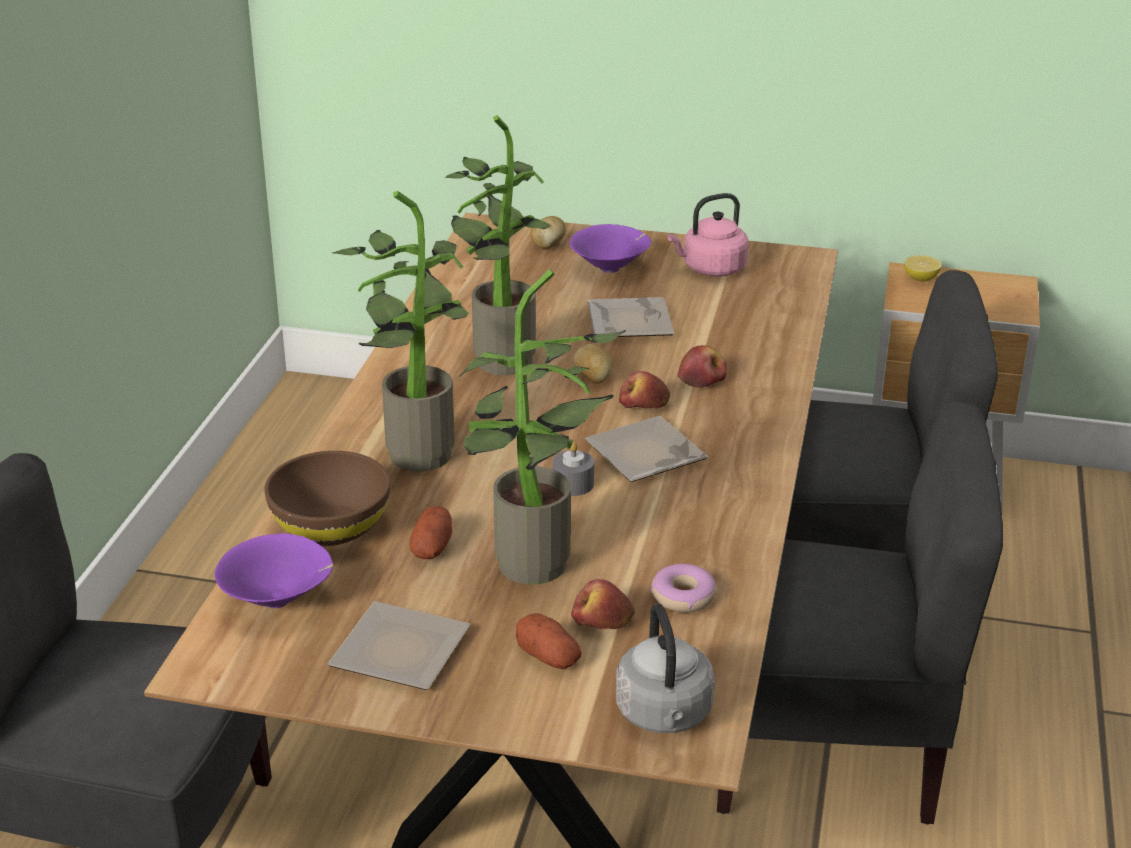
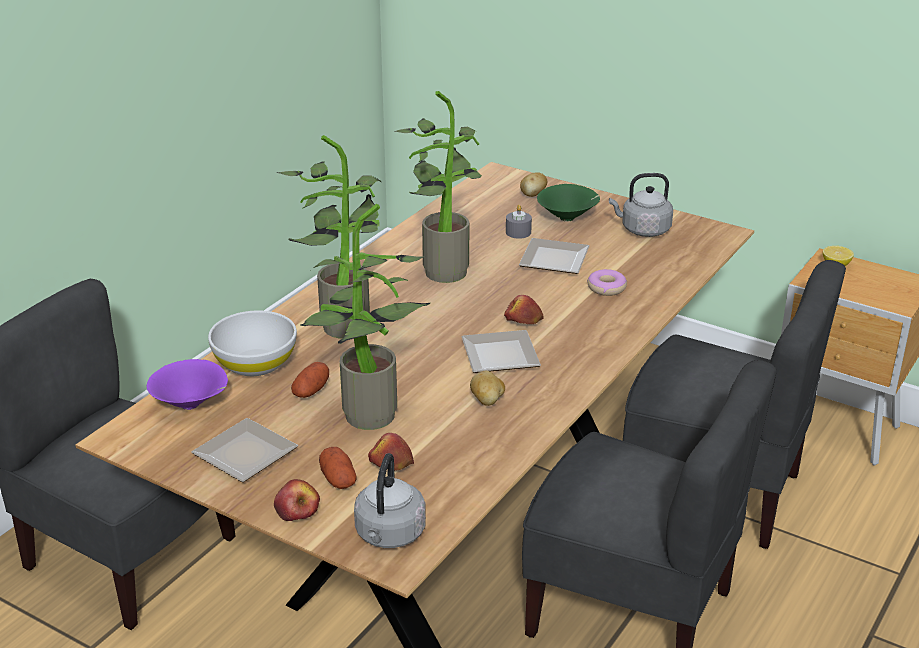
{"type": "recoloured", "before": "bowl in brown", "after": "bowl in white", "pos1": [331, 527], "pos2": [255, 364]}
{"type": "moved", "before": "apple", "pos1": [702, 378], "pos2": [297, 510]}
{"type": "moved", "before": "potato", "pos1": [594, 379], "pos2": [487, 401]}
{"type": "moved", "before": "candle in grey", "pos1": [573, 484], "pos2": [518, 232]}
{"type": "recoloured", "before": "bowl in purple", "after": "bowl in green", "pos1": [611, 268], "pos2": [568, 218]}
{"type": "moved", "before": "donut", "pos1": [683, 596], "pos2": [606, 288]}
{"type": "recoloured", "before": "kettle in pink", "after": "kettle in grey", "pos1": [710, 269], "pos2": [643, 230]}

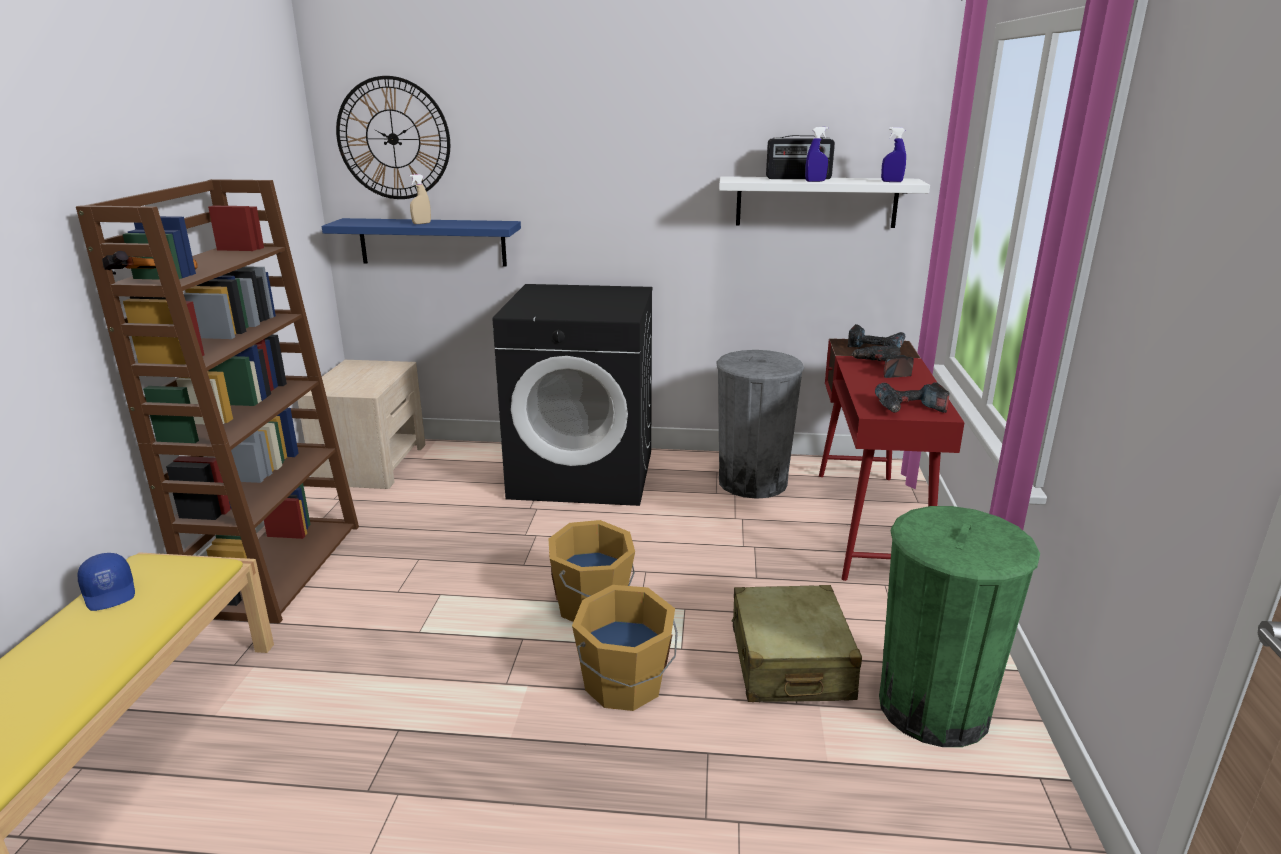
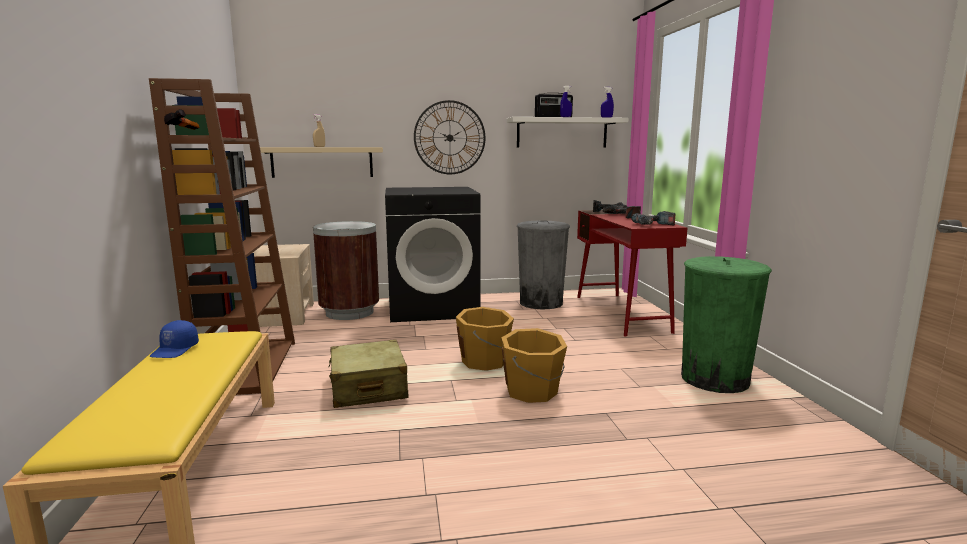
{"type": "turned", "before": "cap in blue", "pos1": [110, 592], "pos2": [175, 350], "turn": 60}
{"type": "recoloured", "before": "shelf in blue", "after": "shelf in beige", "pos1": [432, 242], "pos2": [322, 162]}
{"type": "added", "after": "trash can in brown", "pos2": [350, 312]}
{"type": "moved", "before": "suitcase in beige", "pos1": [790, 663], "pos2": [368, 388]}
{"type": "moved", "before": "wall clock", "pos1": [393, 139], "pos2": [449, 137]}

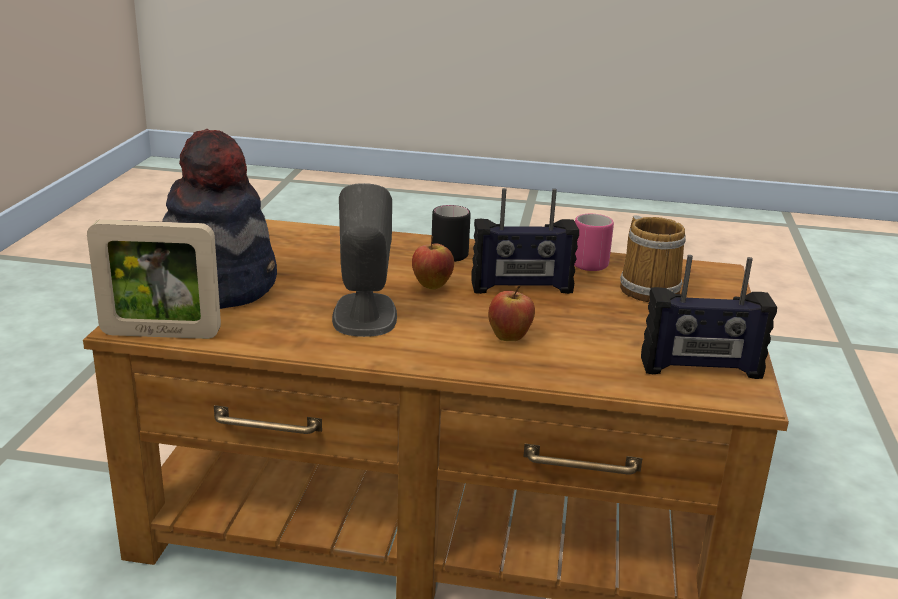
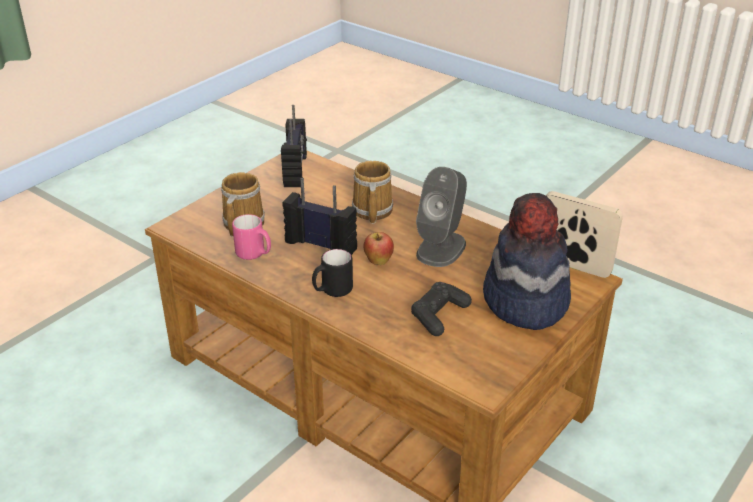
{"type": "turned", "before": "radio", "pos1": [701, 369], "pos2": [296, 171], "turn": 60}
{"type": "replaced", "before": "apple", "after": "mug", "pos1": [509, 338], "pos2": [371, 211]}
{"type": "added", "after": "game controller in black", "pos2": [439, 315]}

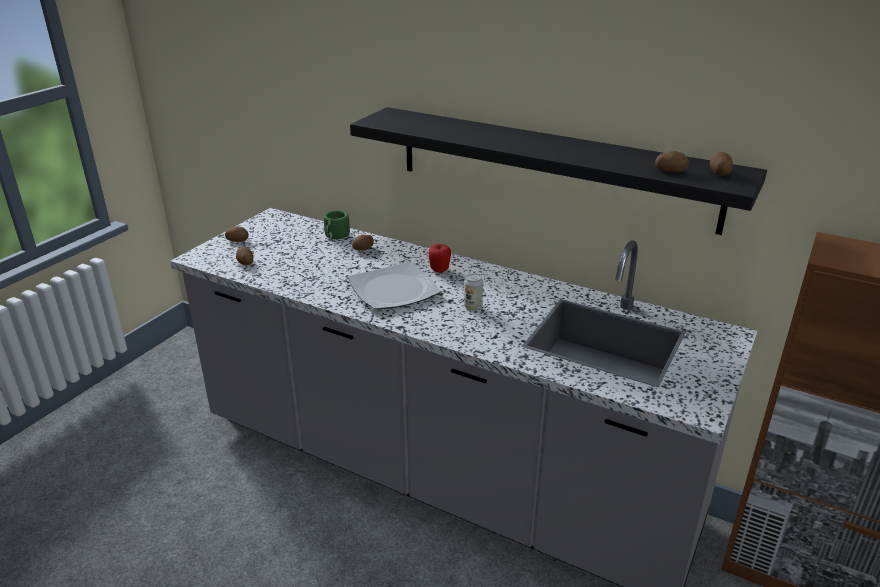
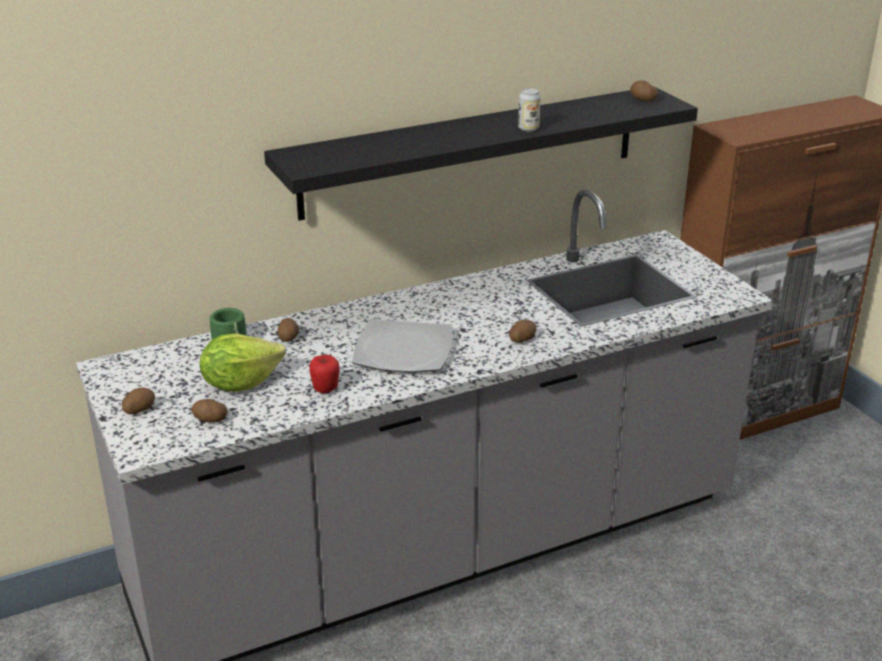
{"type": "added", "after": "lettuce", "pos2": [240, 383]}
{"type": "moved", "before": "apple", "pos1": [439, 270], "pos2": [325, 390]}
{"type": "moved", "before": "potato", "pos1": [670, 170], "pos2": [522, 339]}
{"type": "moved", "before": "can", "pos1": [473, 307], "pos2": [528, 128]}

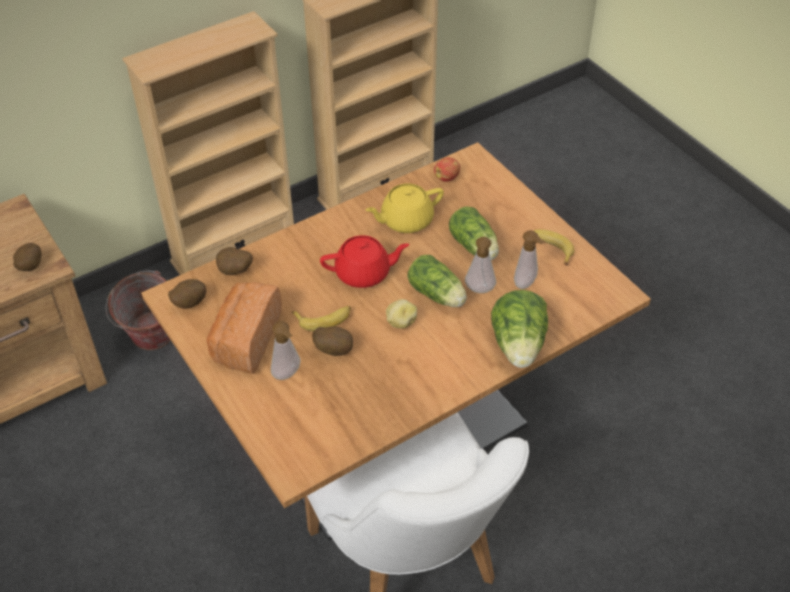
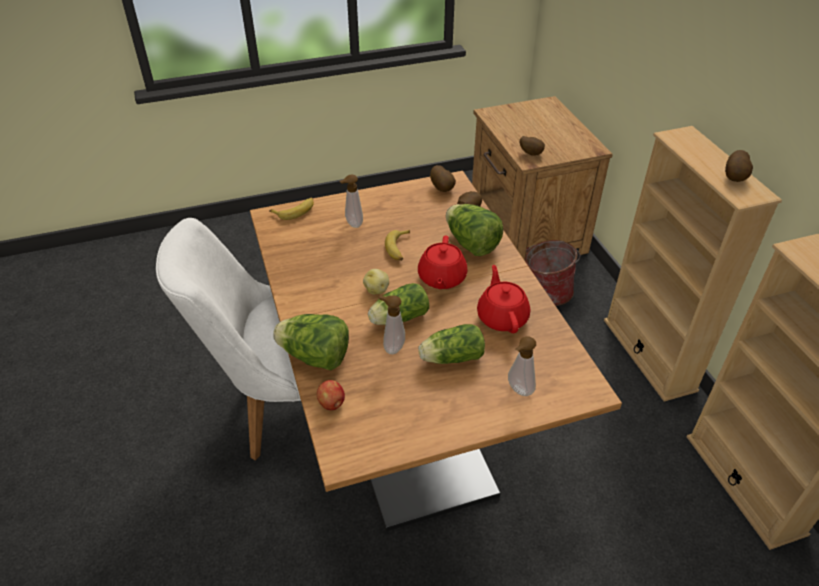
{"type": "moved", "before": "banana", "pos1": [549, 249], "pos2": [295, 211]}
{"type": "moved", "before": "apple", "pos1": [447, 177], "pos2": [332, 404]}
{"type": "added", "after": "lettuce", "pos2": [471, 244]}
{"type": "recoloured", "before": "teapot in yellow", "after": "teapot in red", "pos1": [405, 220], "pos2": [502, 317]}
{"type": "moved", "before": "soap dispenser", "pos1": [526, 284], "pos2": [518, 390]}
{"type": "moved", "before": "potato", "pos1": [334, 349], "pos2": [735, 178]}
{"type": "removed", "before": "bread", "pos1": [245, 340]}

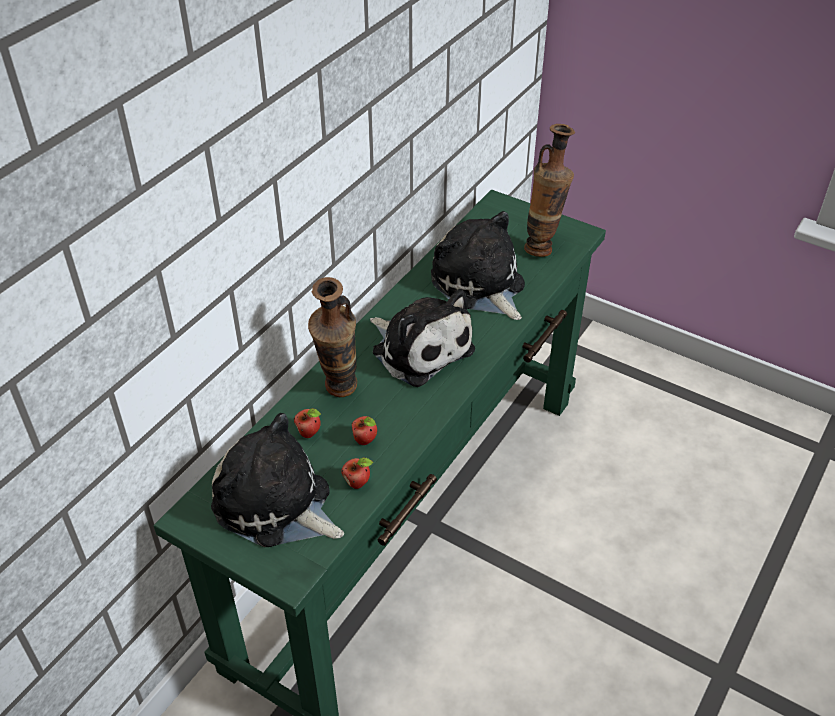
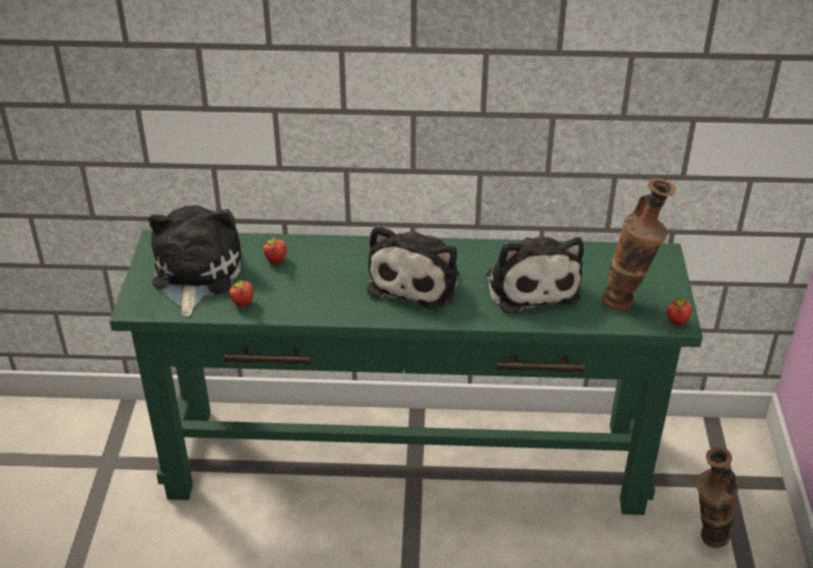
{"type": "turned", "before": "plush toy", "pos1": [479, 285], "pos2": [530, 284], "turn": 135}
{"type": "moved", "before": "apple", "pos1": [366, 441], "pos2": [677, 322]}
{"type": "moved", "before": "vase", "pos1": [339, 394], "pos2": [706, 540]}

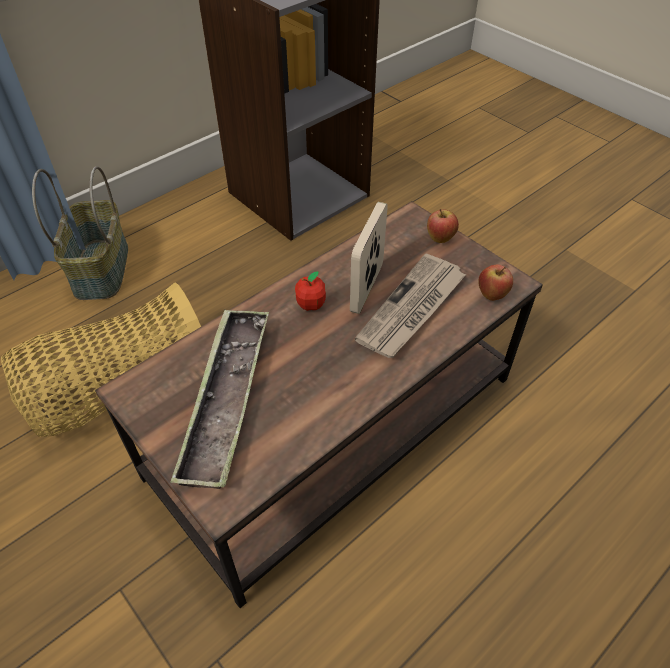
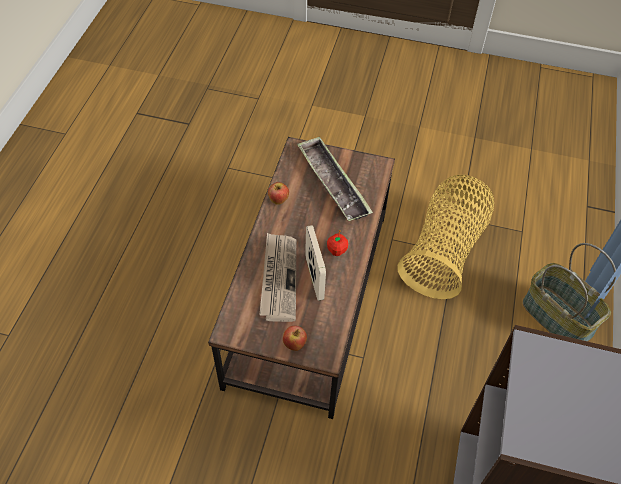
{"type": "moved", "before": "apple", "pos1": [492, 295], "pos2": [278, 201]}

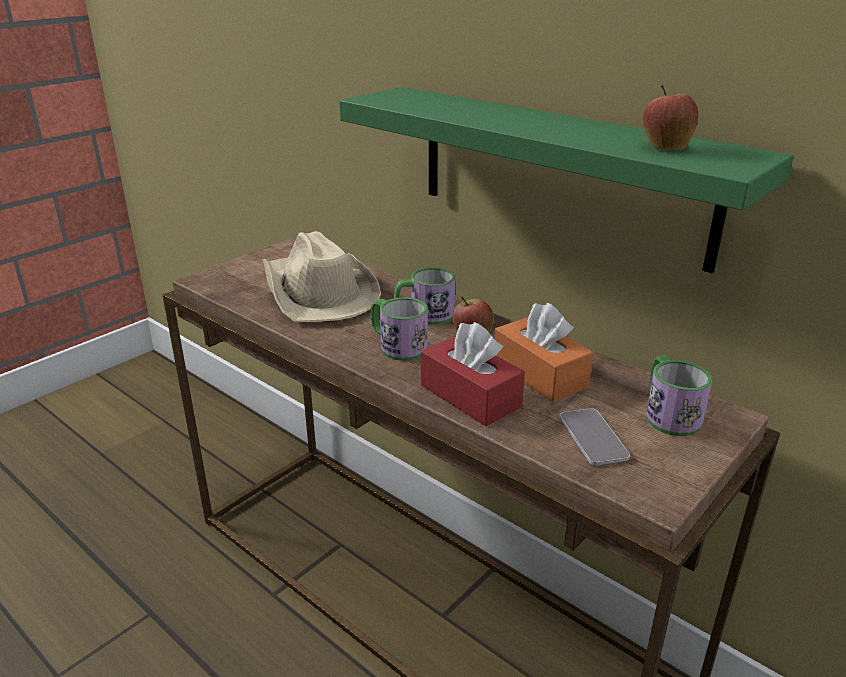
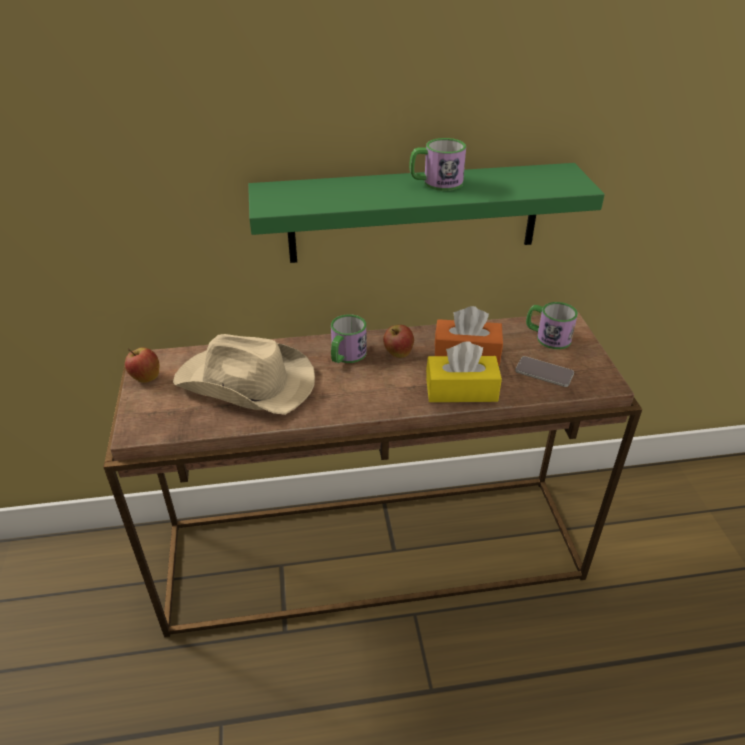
{"type": "moved", "before": "apple", "pos1": [665, 147], "pos2": [145, 377]}
{"type": "moved", "before": "mug", "pos1": [397, 345], "pos2": [436, 183]}
{"type": "recoloured", "before": "tissue box in red", "after": "tissue box in yellow", "pos1": [470, 396], "pos2": [461, 390]}

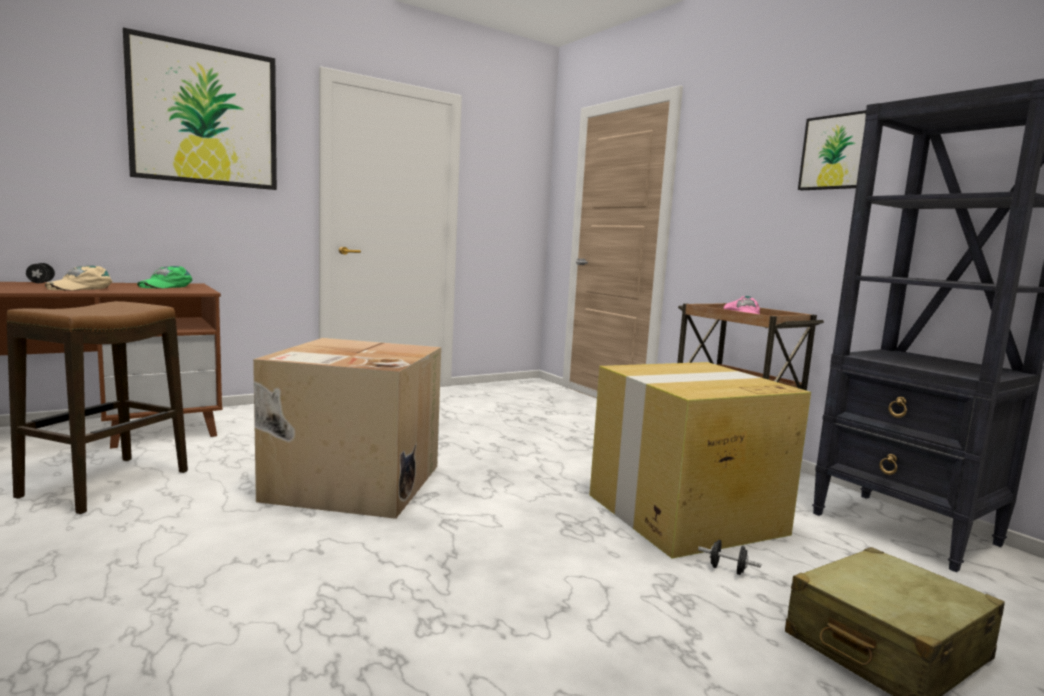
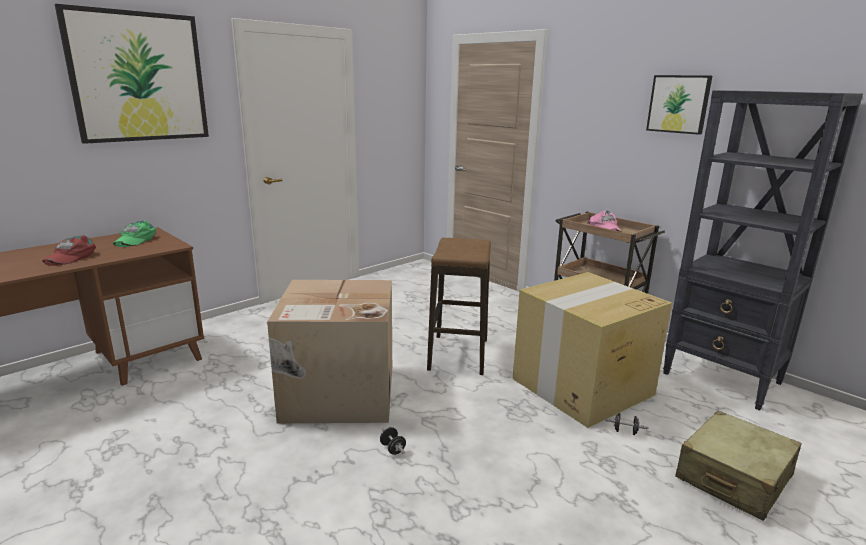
{"type": "recoloured", "before": "cap in beige", "after": "cap in red", "pos1": [80, 288], "pos2": [70, 257]}
{"type": "moved", "before": "dumbbell in black", "pos1": [41, 282], "pos2": [392, 449]}
{"type": "moved", "before": "stool", "pos1": [106, 484], "pos2": [458, 355]}

